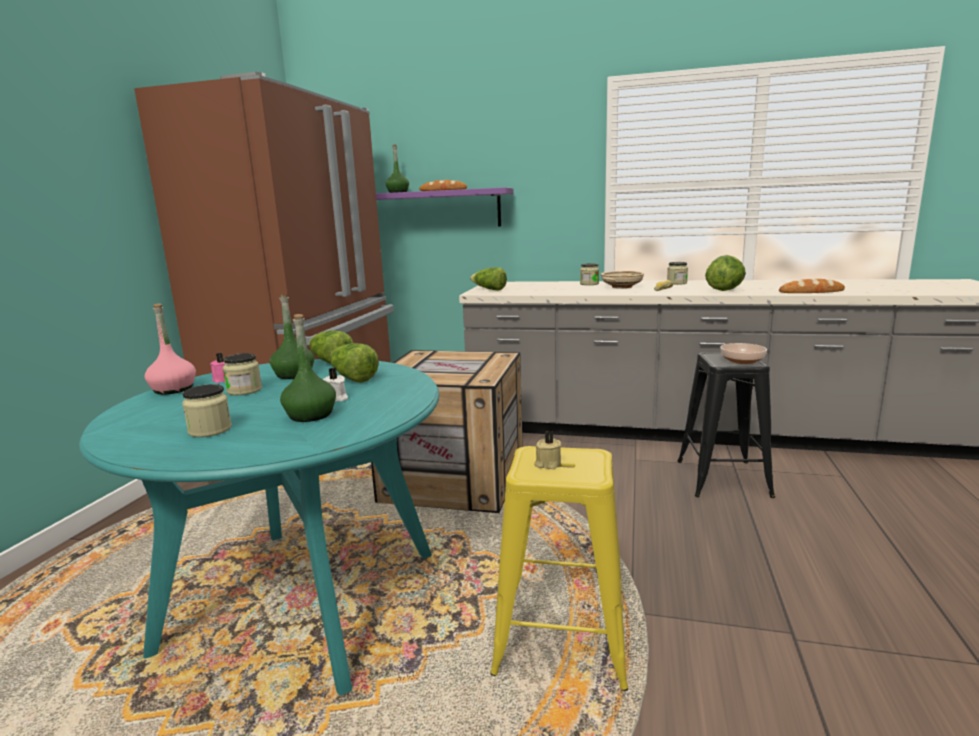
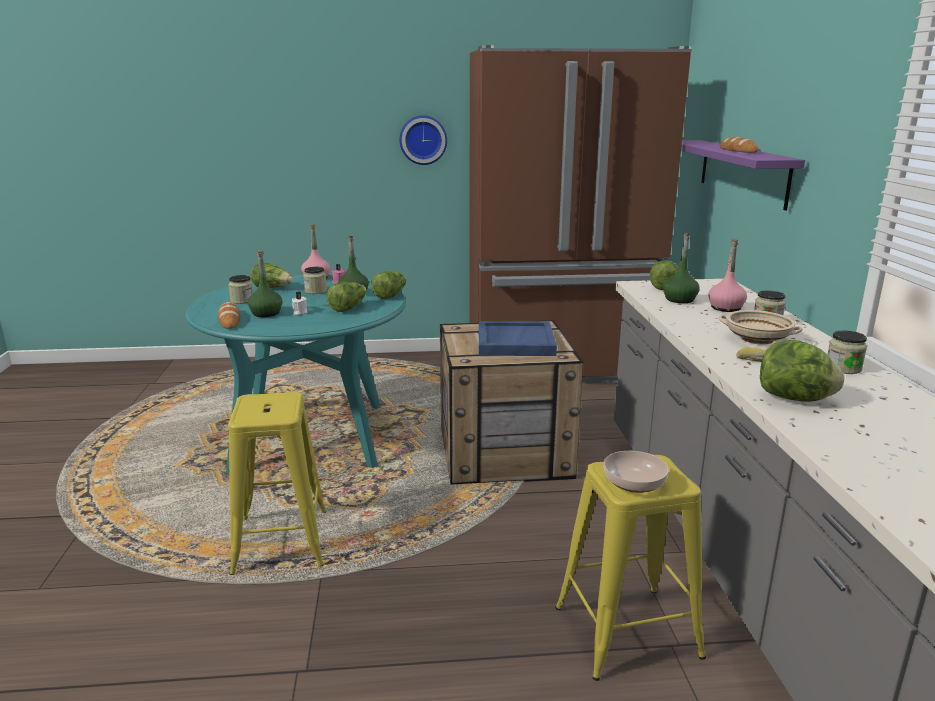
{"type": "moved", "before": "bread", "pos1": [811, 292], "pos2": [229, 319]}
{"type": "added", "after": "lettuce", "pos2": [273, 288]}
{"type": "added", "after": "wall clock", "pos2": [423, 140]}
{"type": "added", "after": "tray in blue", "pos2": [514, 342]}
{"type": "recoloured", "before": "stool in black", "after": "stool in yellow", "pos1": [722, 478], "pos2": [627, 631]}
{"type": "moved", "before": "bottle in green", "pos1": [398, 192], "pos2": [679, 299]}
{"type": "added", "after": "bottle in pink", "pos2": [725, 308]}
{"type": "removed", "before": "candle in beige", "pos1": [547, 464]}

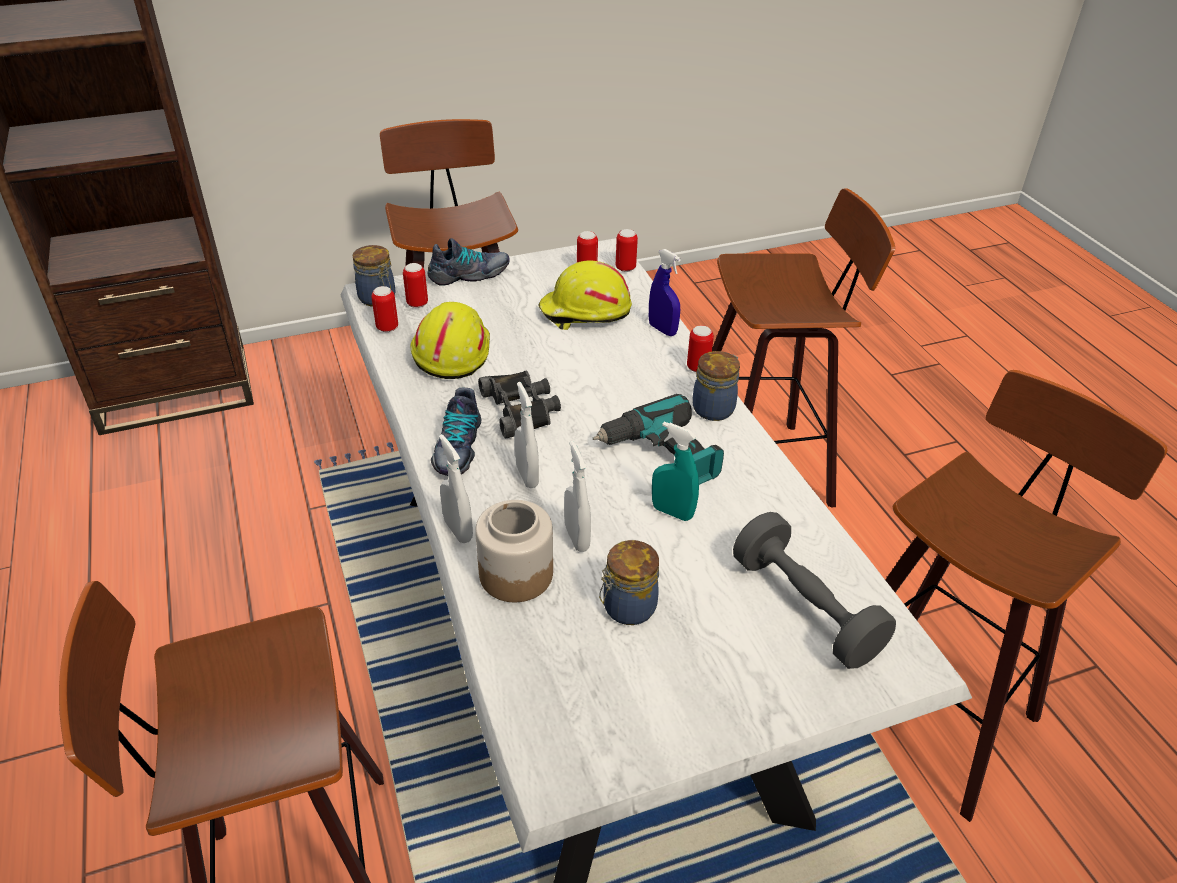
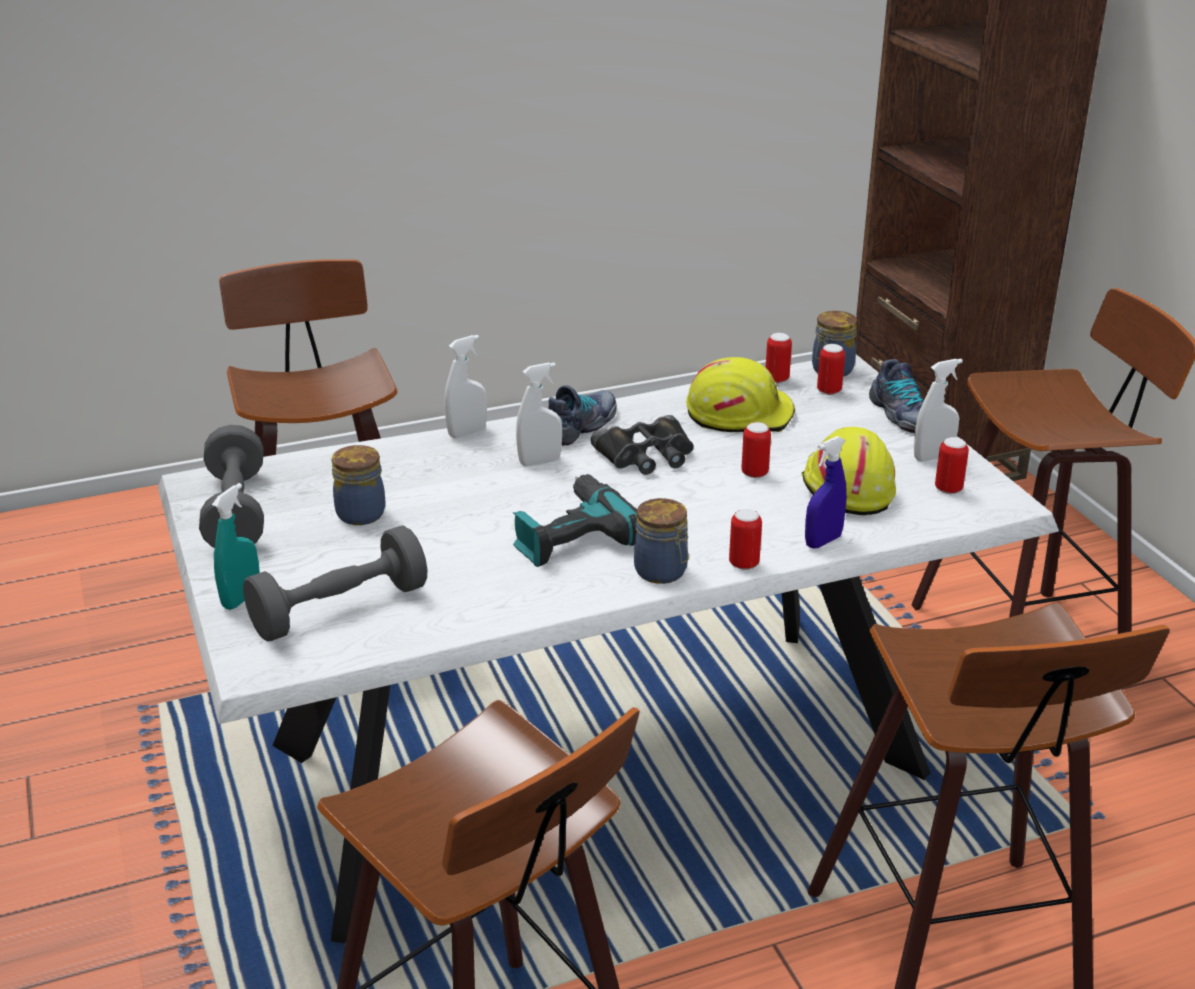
{"type": "added", "after": "dumbbell in grey", "pos2": [236, 512]}
{"type": "moved", "before": "spray bottle in turquoise", "pos1": [672, 512], "pos2": [241, 598]}
{"type": "turned", "before": "shoe", "pos1": [457, 447], "pos2": [582, 426], "turn": 120}
{"type": "moved", "before": "can", "pos1": [625, 268], "pos2": [754, 473]}
{"type": "moved", "before": "spray bottle in white", "pos1": [577, 538], "pos2": [933, 457]}
{"type": "removed", "before": "jar", "pos1": [515, 573]}

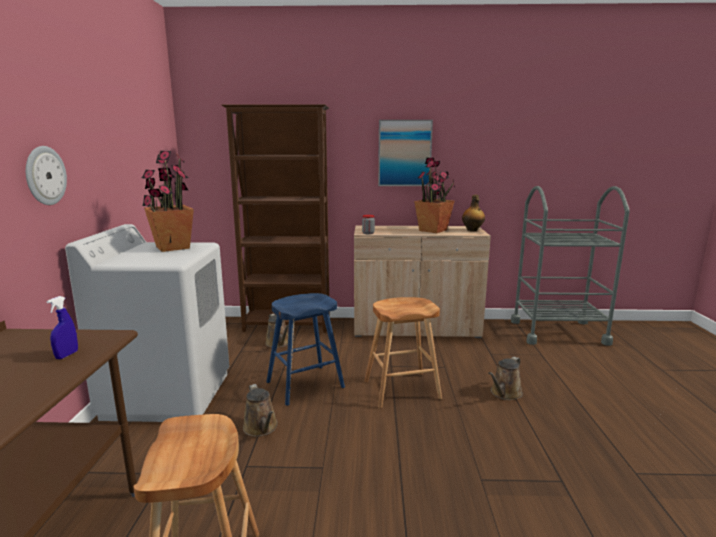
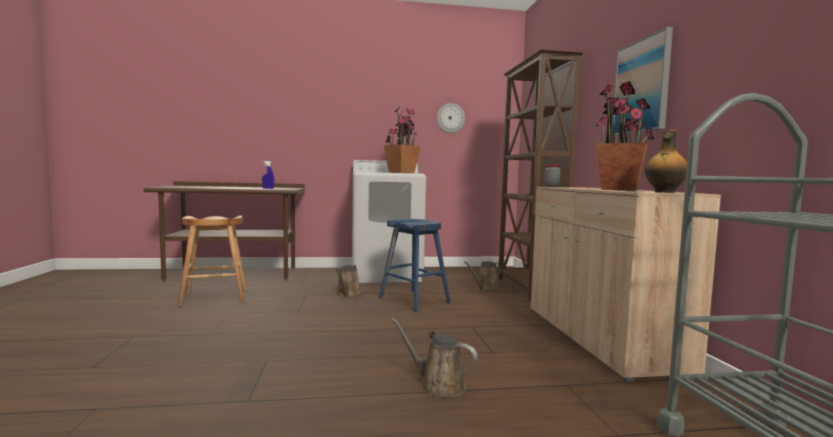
{"type": "turned", "before": "watering can in brown", "pos1": [261, 428], "pos2": [347, 295], "turn": -45}
{"type": "moved", "before": "wall clock", "pos1": [45, 175], "pos2": [450, 118]}
{"type": "removed", "before": "stool in brown", "pos1": [401, 390]}

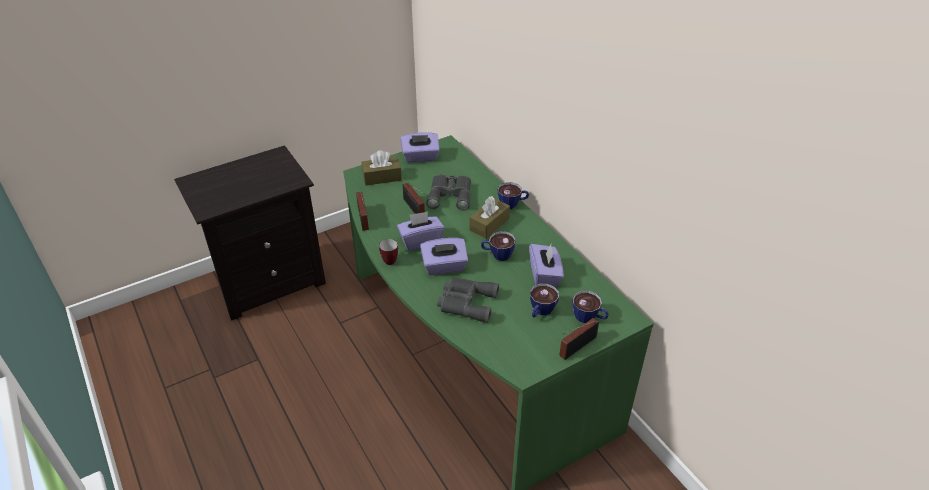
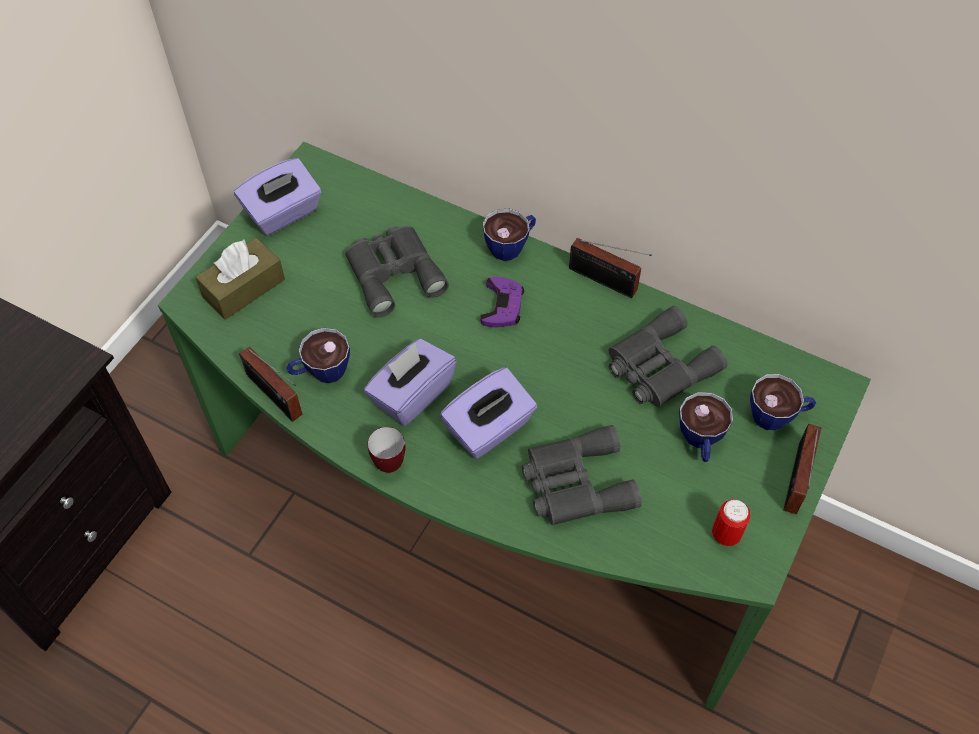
{"type": "moved", "before": "cup", "pos1": [497, 254], "pos2": [321, 372]}
{"type": "replaced", "before": "tissue box in brown", "after": "game controller in purple", "pos1": [489, 224], "pos2": [502, 306]}
{"type": "moved", "before": "radio", "pos1": [414, 209], "pos2": [606, 282]}
{"type": "replaced", "before": "tissue box in purple", "after": "binoculars in grey", "pos1": [545, 275], "pos2": [658, 367]}
{"type": "added", "after": "can", "pos2": [725, 535]}

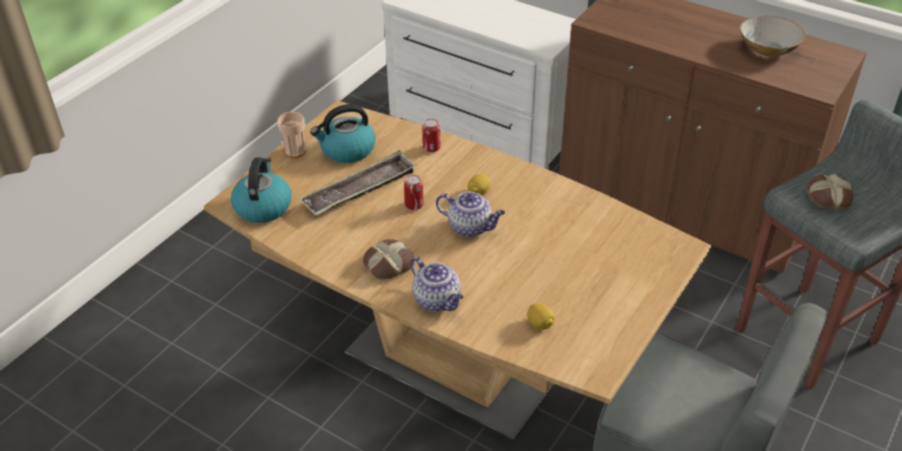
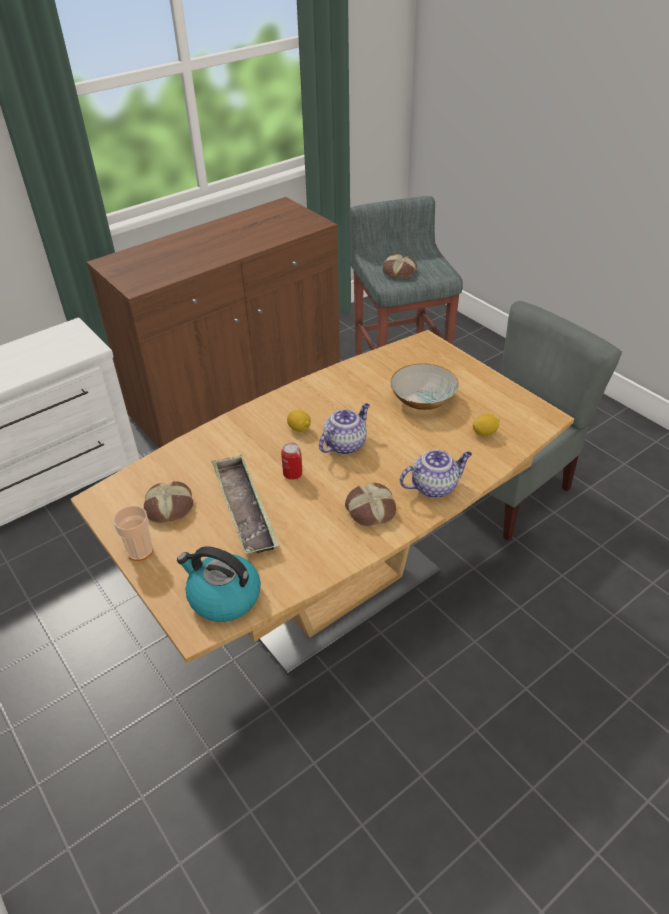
{"type": "replaced", "before": "kettle", "after": "bread", "pos1": [347, 150], "pos2": [170, 506]}
{"type": "moved", "before": "bowl", "pos1": [767, 48], "pos2": [422, 400]}
{"type": "removed", "before": "can", "pos1": [431, 148]}

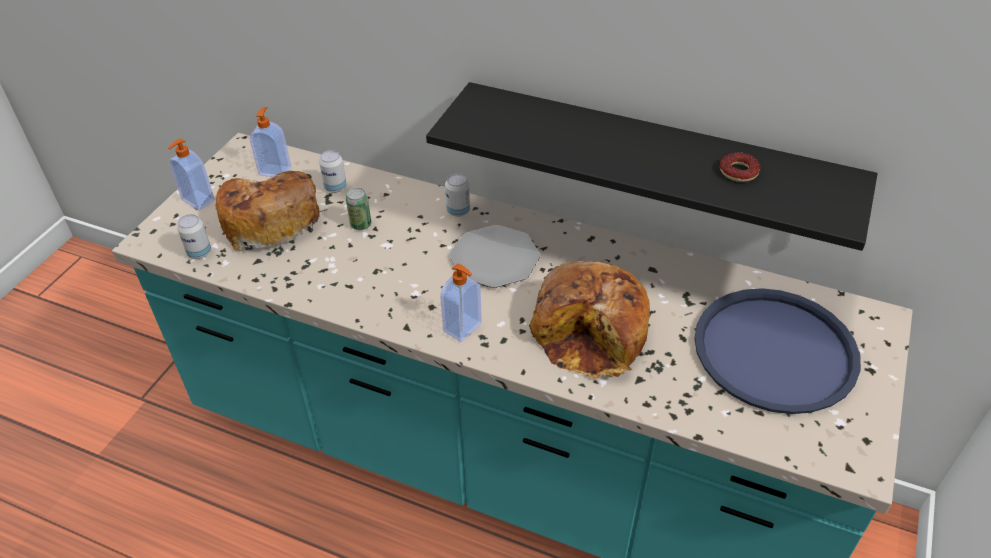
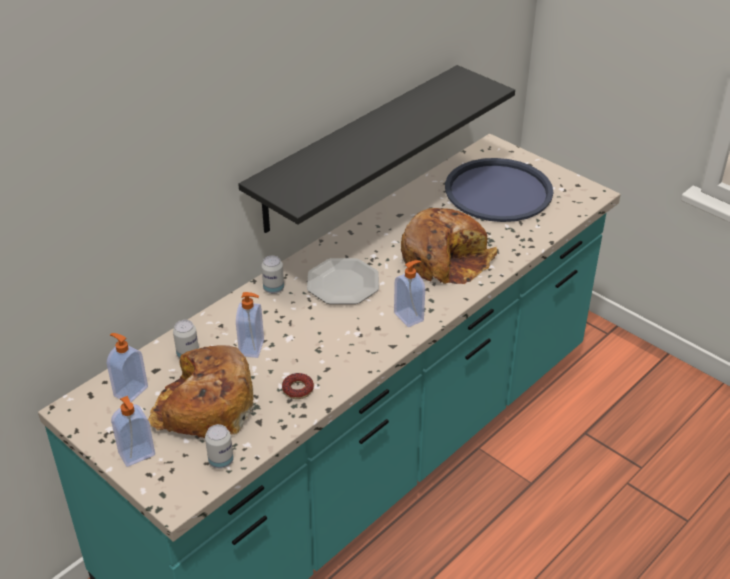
{"type": "replaced", "before": "can", "after": "soap dispenser", "pos1": [361, 224], "pos2": [252, 348]}
{"type": "moved", "before": "donut", "pos1": [738, 171], "pos2": [298, 389]}

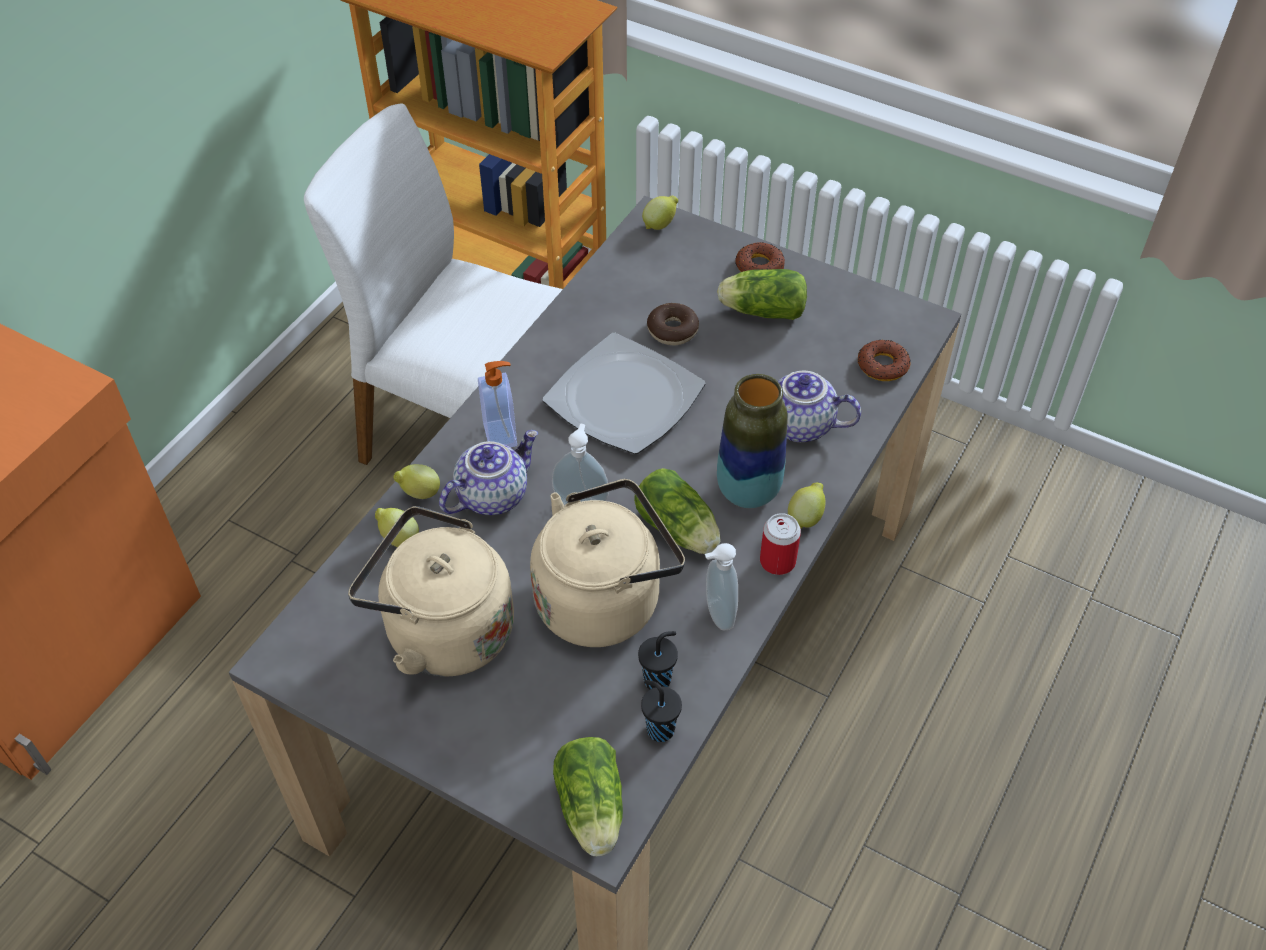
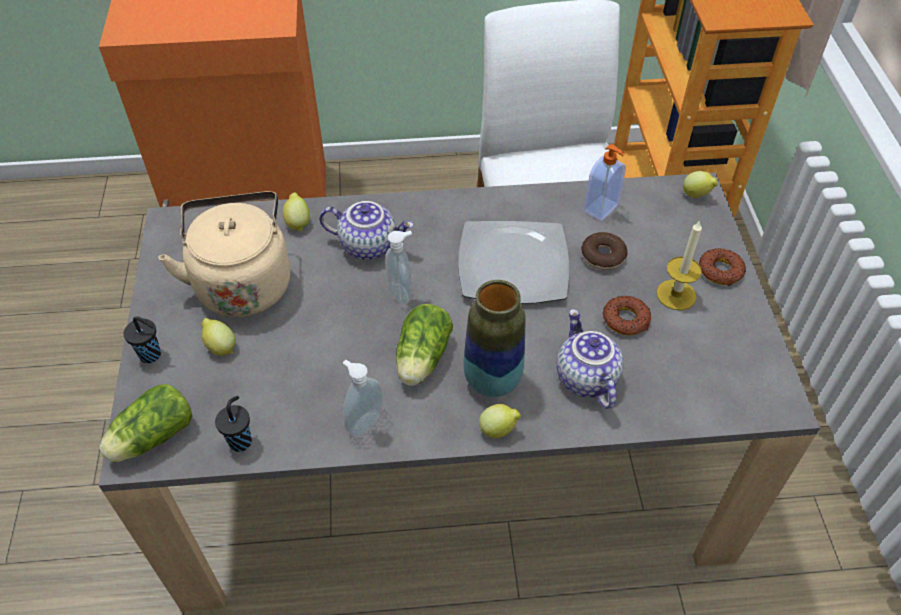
{"type": "moved", "before": "cup in black", "pos1": [658, 679], "pos2": [152, 355]}
{"type": "moved", "before": "lemon", "pos1": [419, 493], "pos2": [220, 347]}
{"type": "moved", "before": "soap dispenser", "pos1": [501, 434], "pos2": [602, 209]}
{"type": "moved", "before": "donut", "pos1": [883, 365], "pos2": [626, 319]}
{"type": "replaced", "before": "lettuce", "after": "candle", "pos1": [760, 310], "pos2": [676, 295]}
{"type": "removed", "before": "kettle in beige", "pos1": [604, 599]}
{"type": "removed", "before": "can", "pos1": [777, 561]}

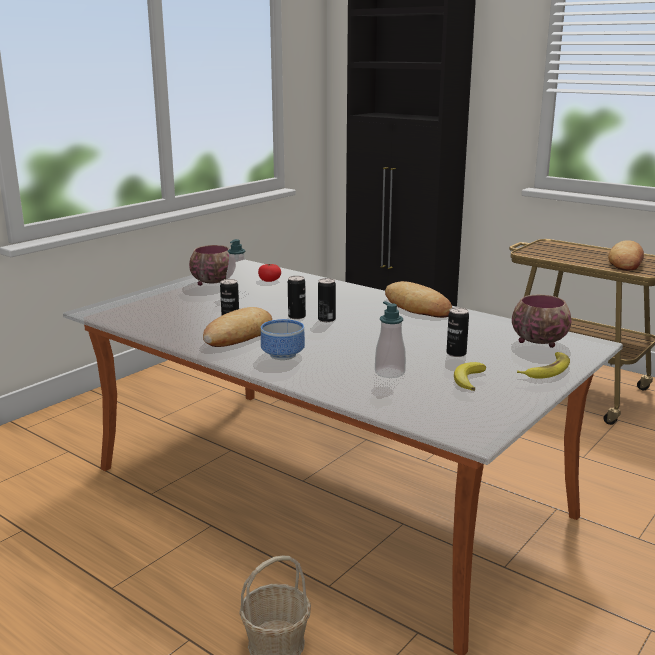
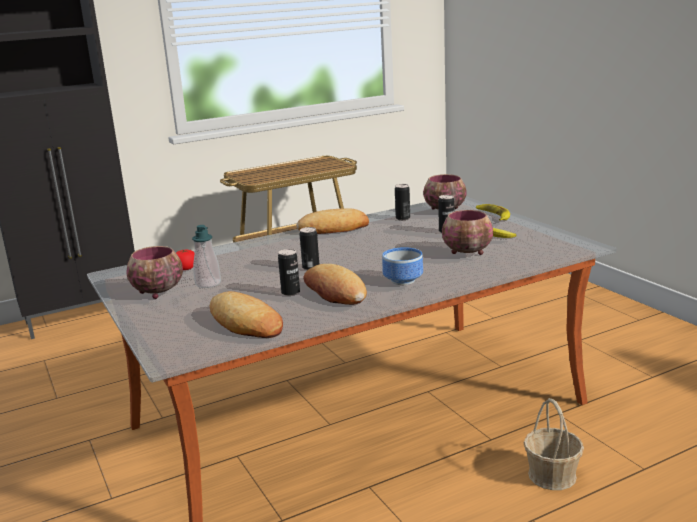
{"type": "moved", "before": "bread", "pos1": [626, 262], "pos2": [245, 322]}
{"type": "moved", "before": "can", "pos1": [326, 319], "pos2": [403, 218]}
{"type": "replaced", "before": "soap dispenser", "after": "bowl", "pos1": [389, 373], "pos2": [468, 252]}

